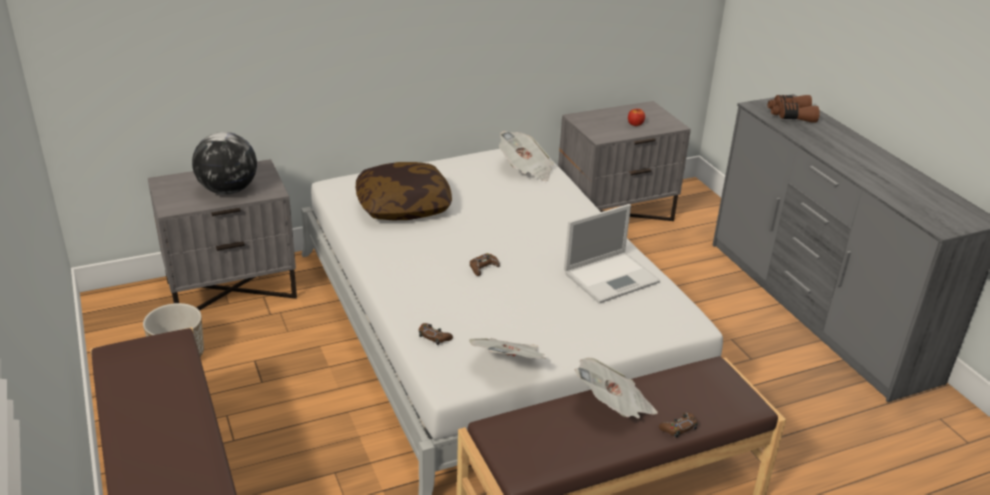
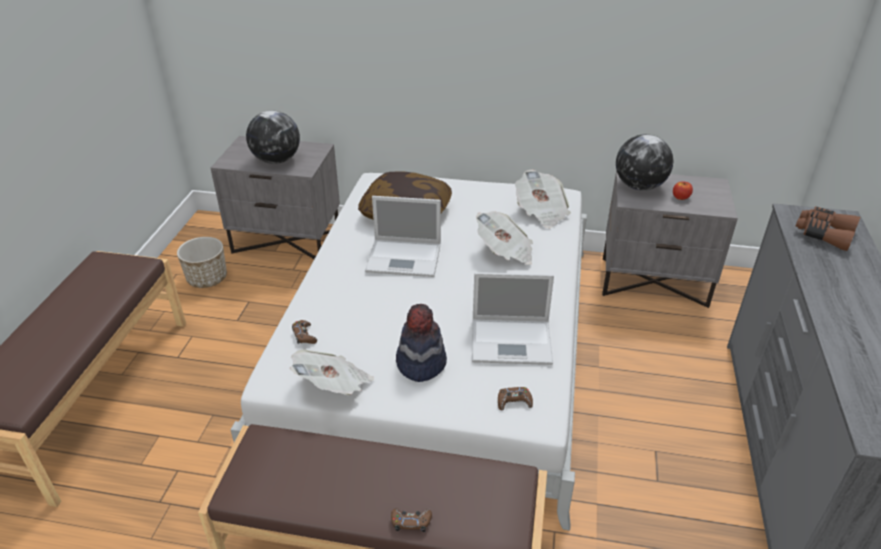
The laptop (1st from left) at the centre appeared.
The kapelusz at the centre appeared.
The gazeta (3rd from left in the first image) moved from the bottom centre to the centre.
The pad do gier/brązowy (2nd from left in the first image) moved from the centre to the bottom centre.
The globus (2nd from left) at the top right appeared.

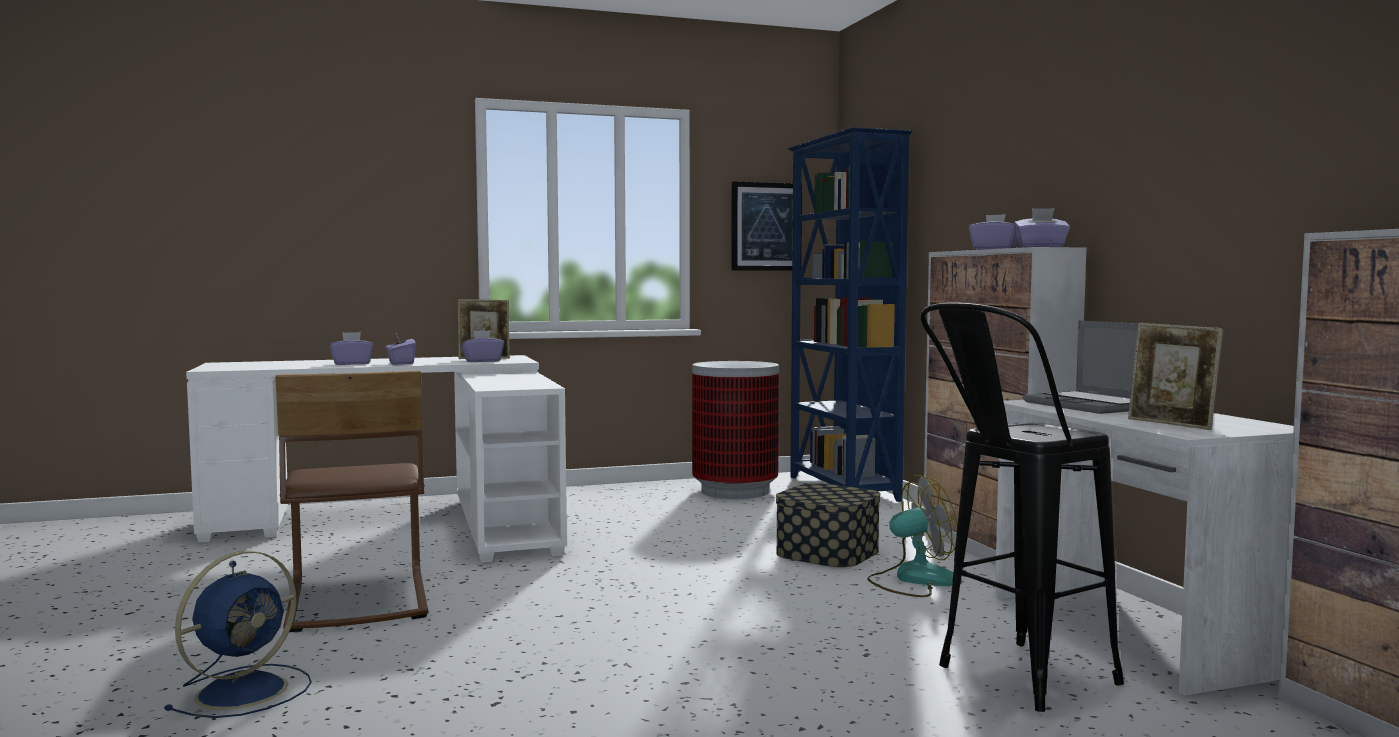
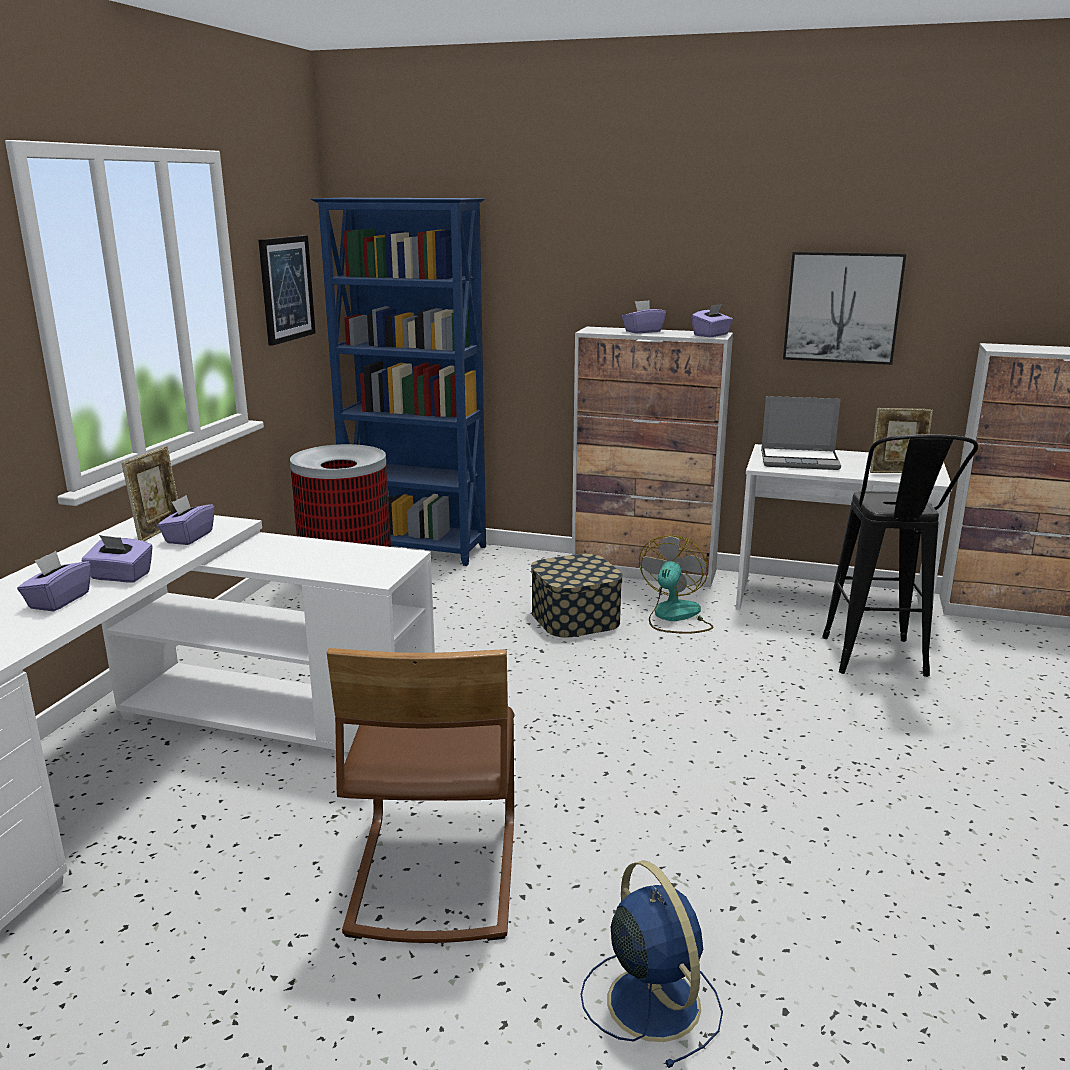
The krzesło/brązowy at the bottom left turned 75 degrees clockwise.
The obraz (2nd from left) at the top right appeared.

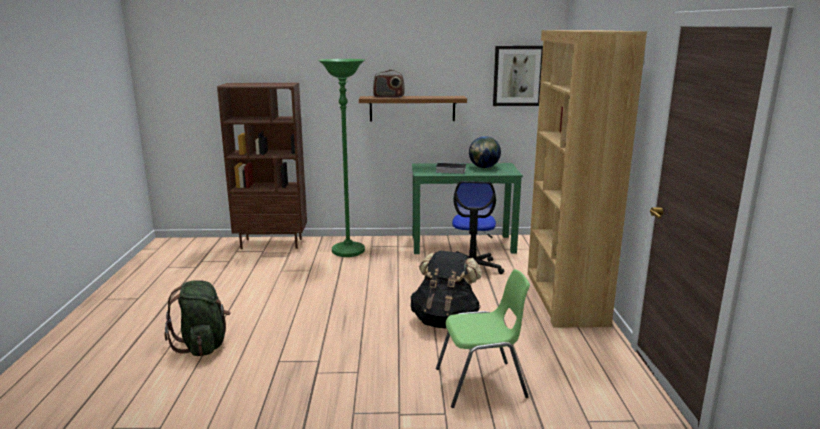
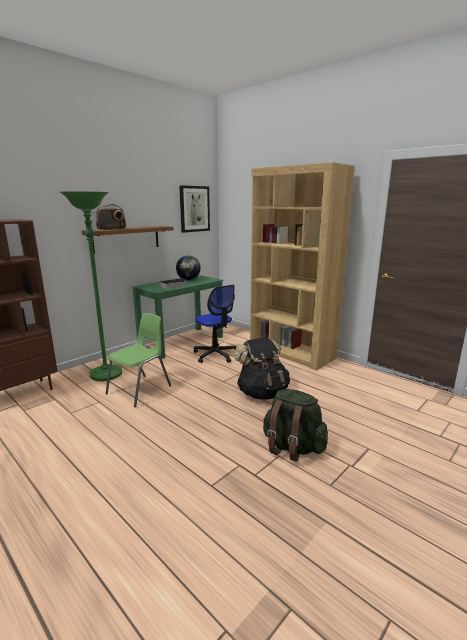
The krzesło/zielony moved from the bottom centre to the middle left.
The plecak/zielony moved from the bottom left to the centre.

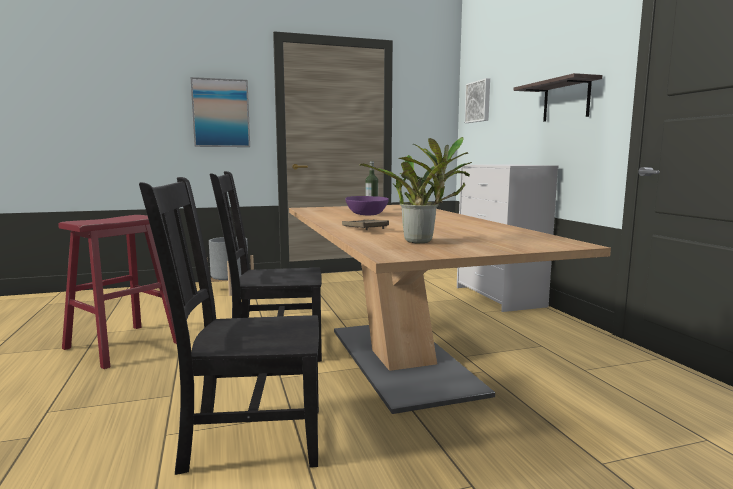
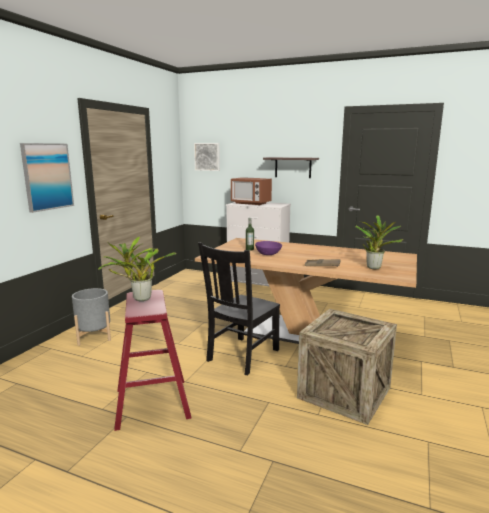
The roślina doniczkowa (1st from left) at the middle left appeared.
The mikrofalówka at the centre appeared.
The krzesło/czarny (1st from left) at the bottom left was replaced by the skrzynka at the bottom right.

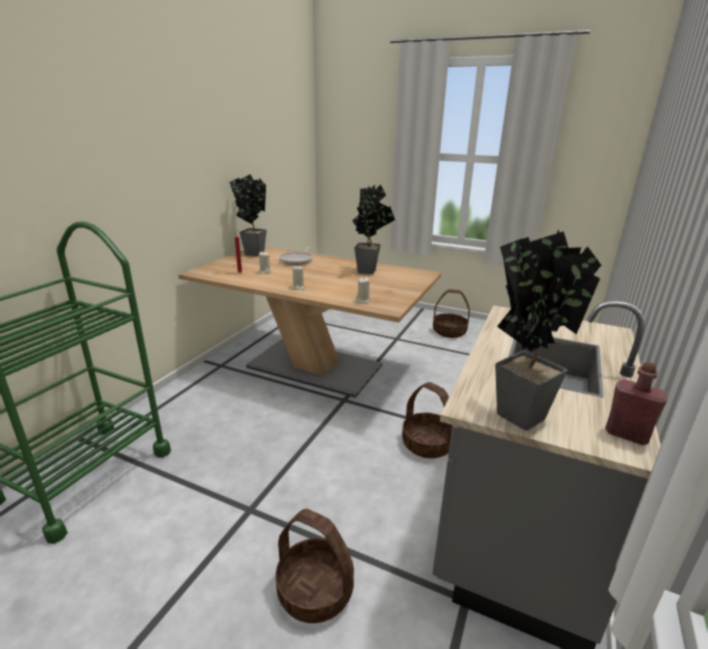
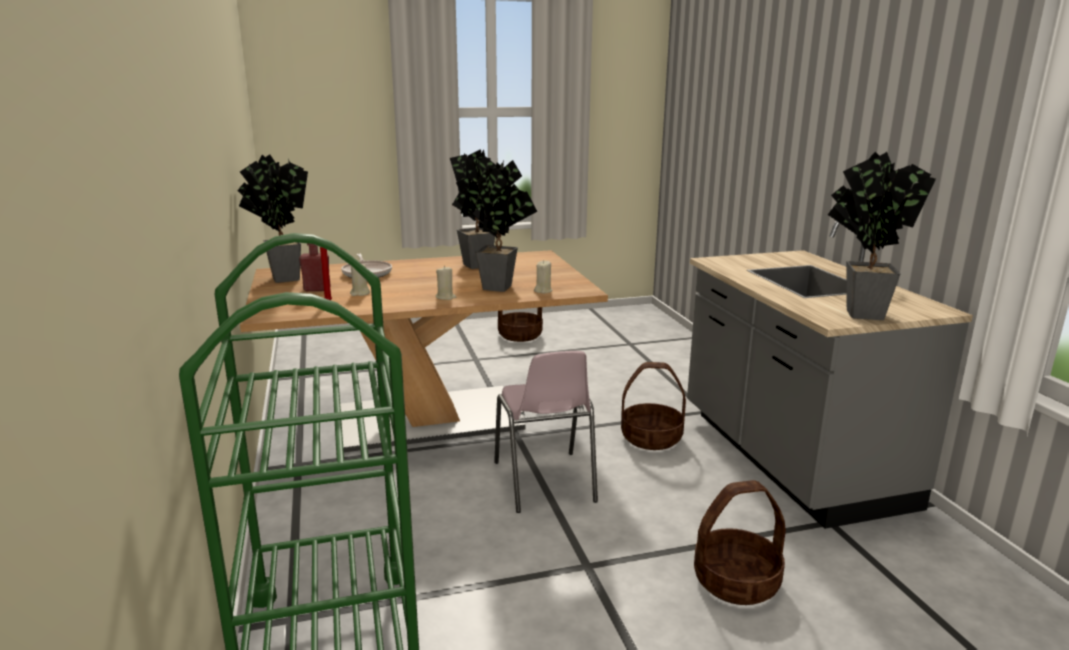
The butelka/czerwony moved from the middle right to the middle left.
The roślina doniczkowa (3rd from left) at the centre appeared.
The krzesło/różowy at the centre appeared.

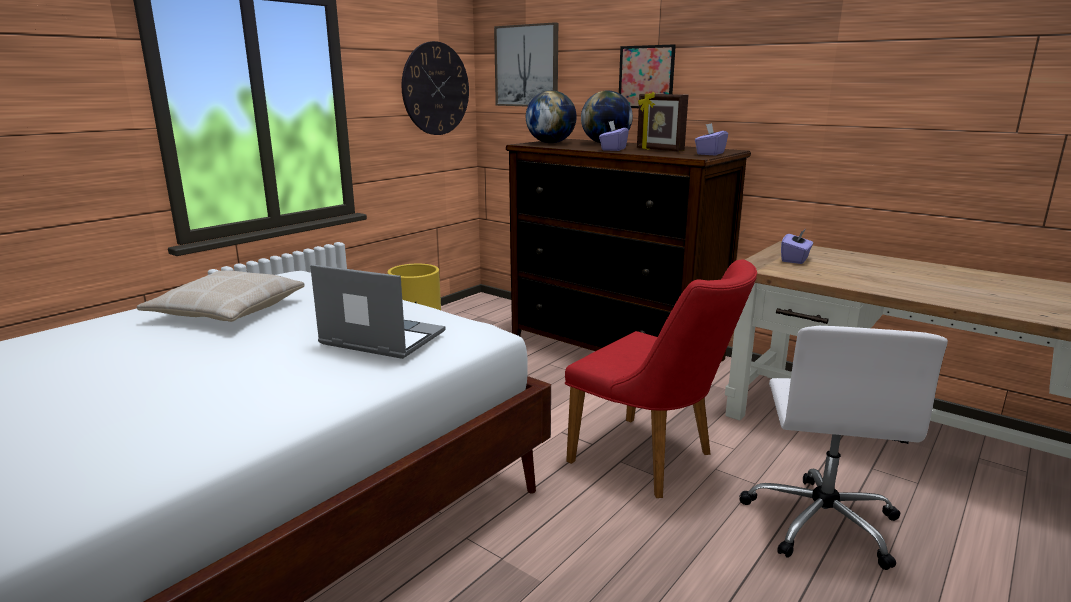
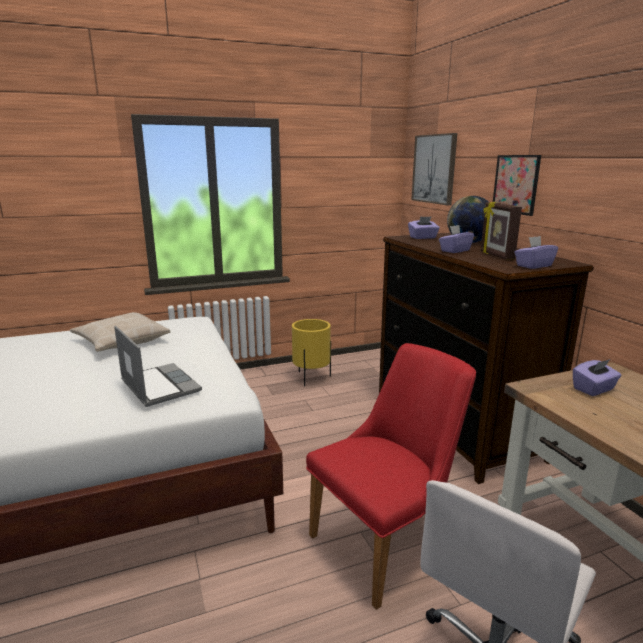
The krzesło/czerwony at the centre turned 105 degrees counterclockwise.
The globus (1st from left) at the top centre was replaced by the pudełko chusteczek/fioletowy (1st from left) at the centre.
The zegar ścienny at the top centre disappeared.

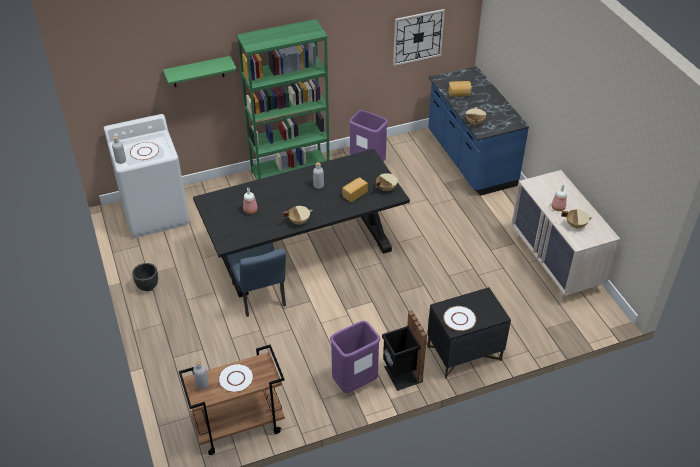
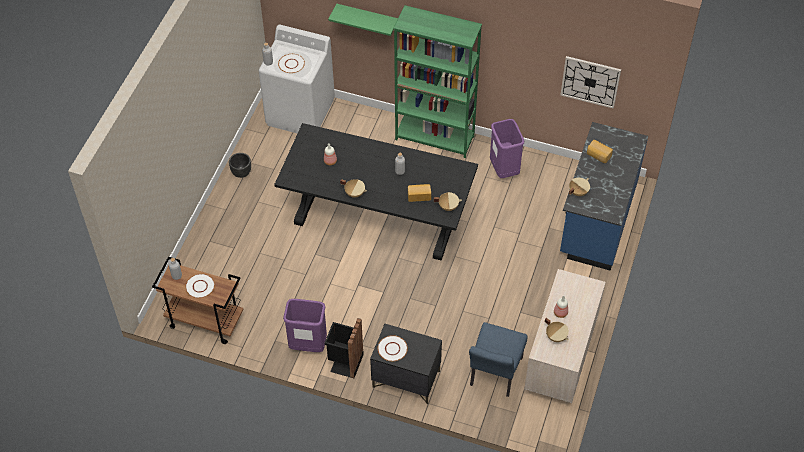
The krzesło/niebieski moved from the centre to the bottom centre.

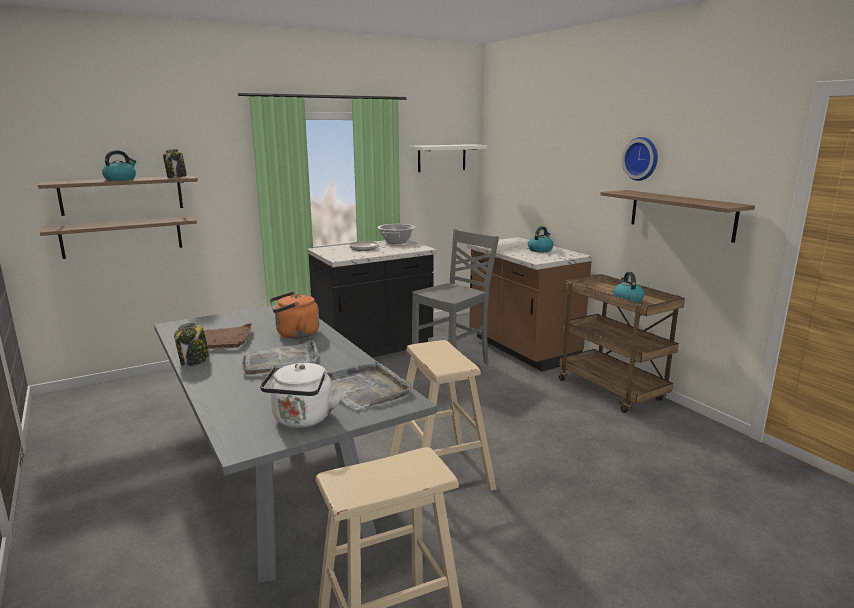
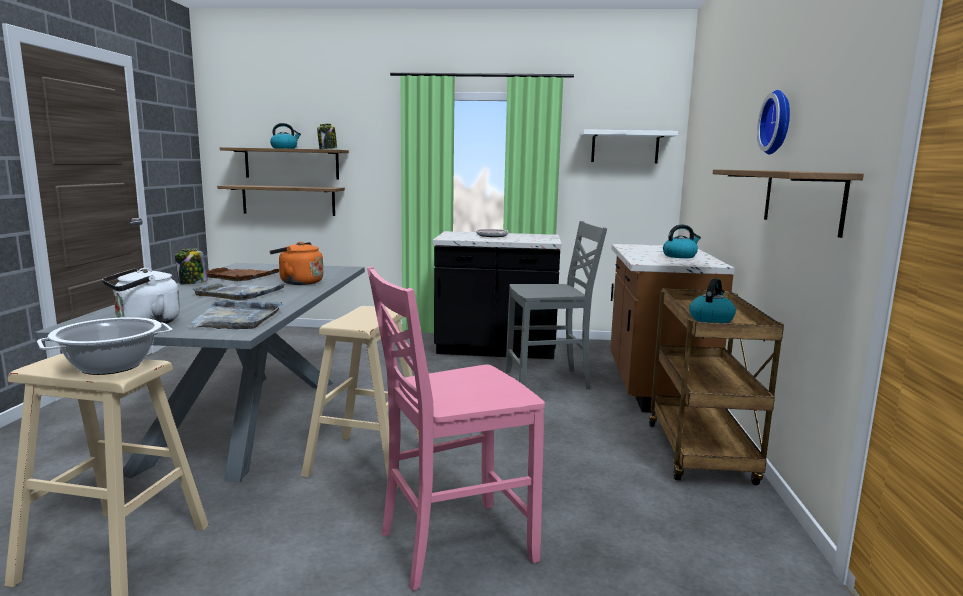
The garnek moved from the centre to the middle left.
The krzesło/różowy at the bottom centre appeared.

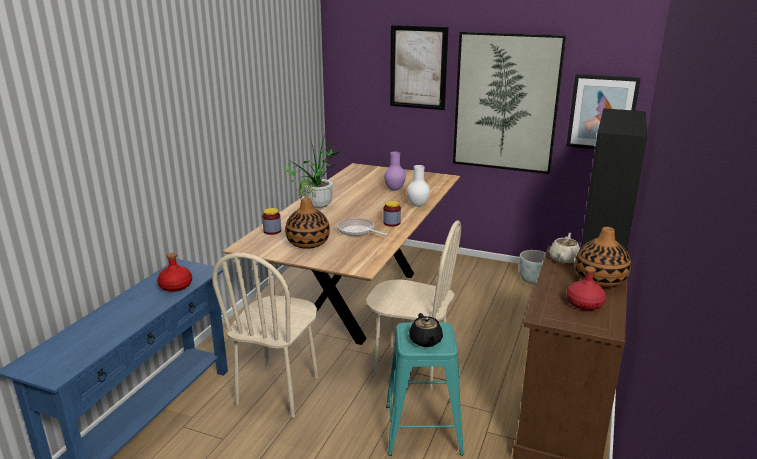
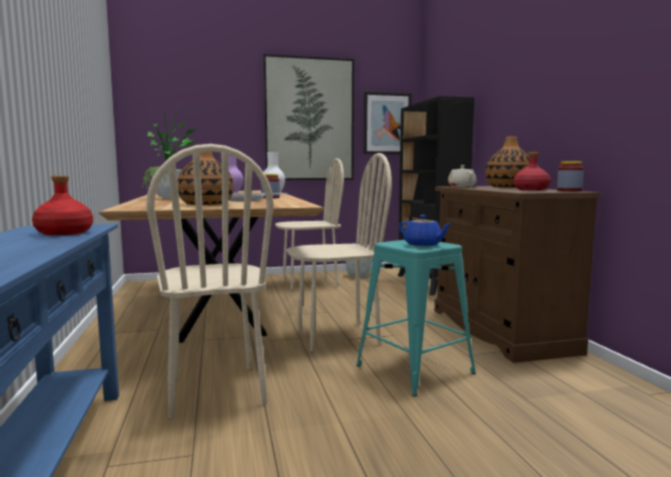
The krzesło/beżowy (2nd from left) at the centre appeared.
The imbryk/czarny at the bottom centre became the imbryk/niebieski at the centre.
The słoik (1st from left in the first image) moved from the centre to the middle right.
The obraz (1st from left) at the top centre disappeared.

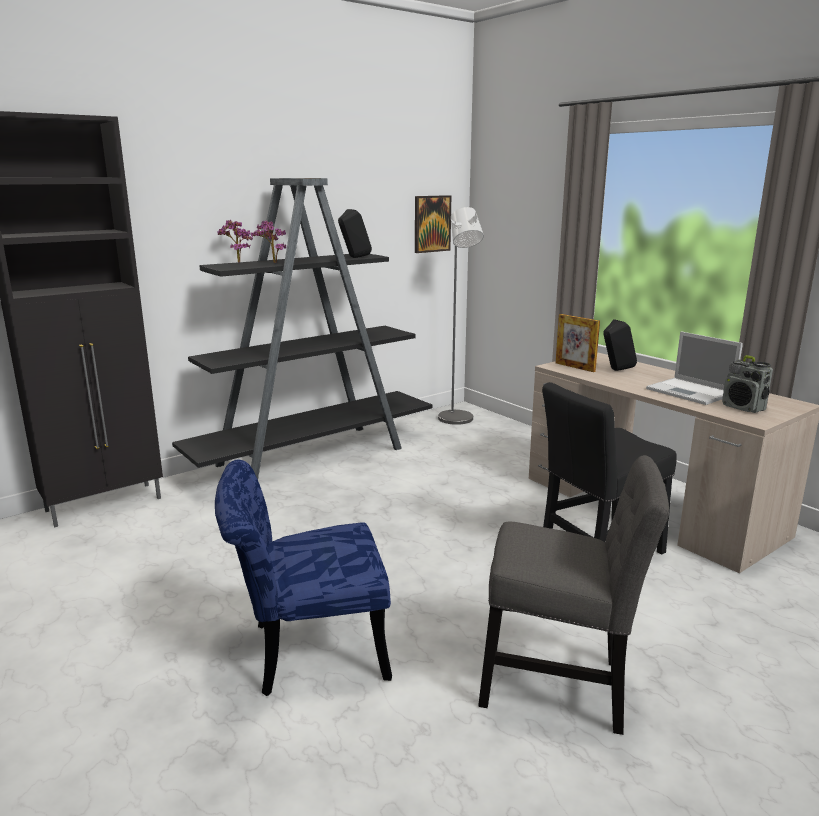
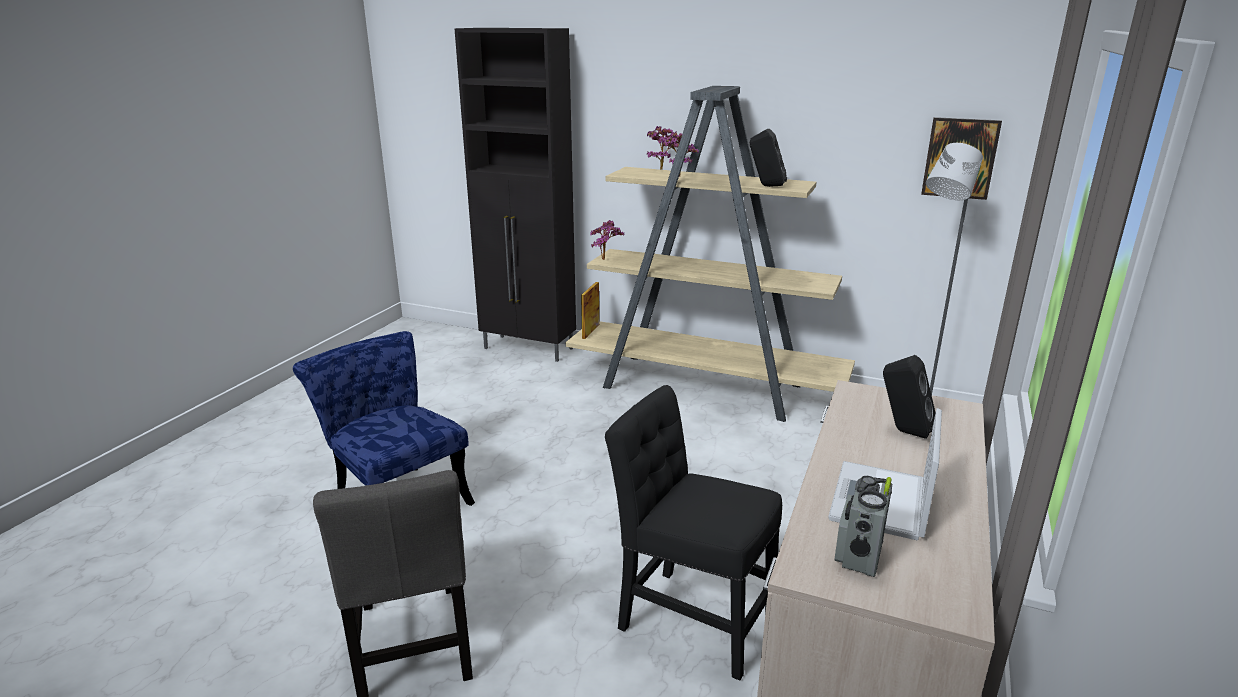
The regał/czarny at the centre became the regał/beżowy at the centre.
The ramka na zdjęcie moved from the middle right to the centre.
The roślina doniczkowa (1st from left) at the centre appeared.

